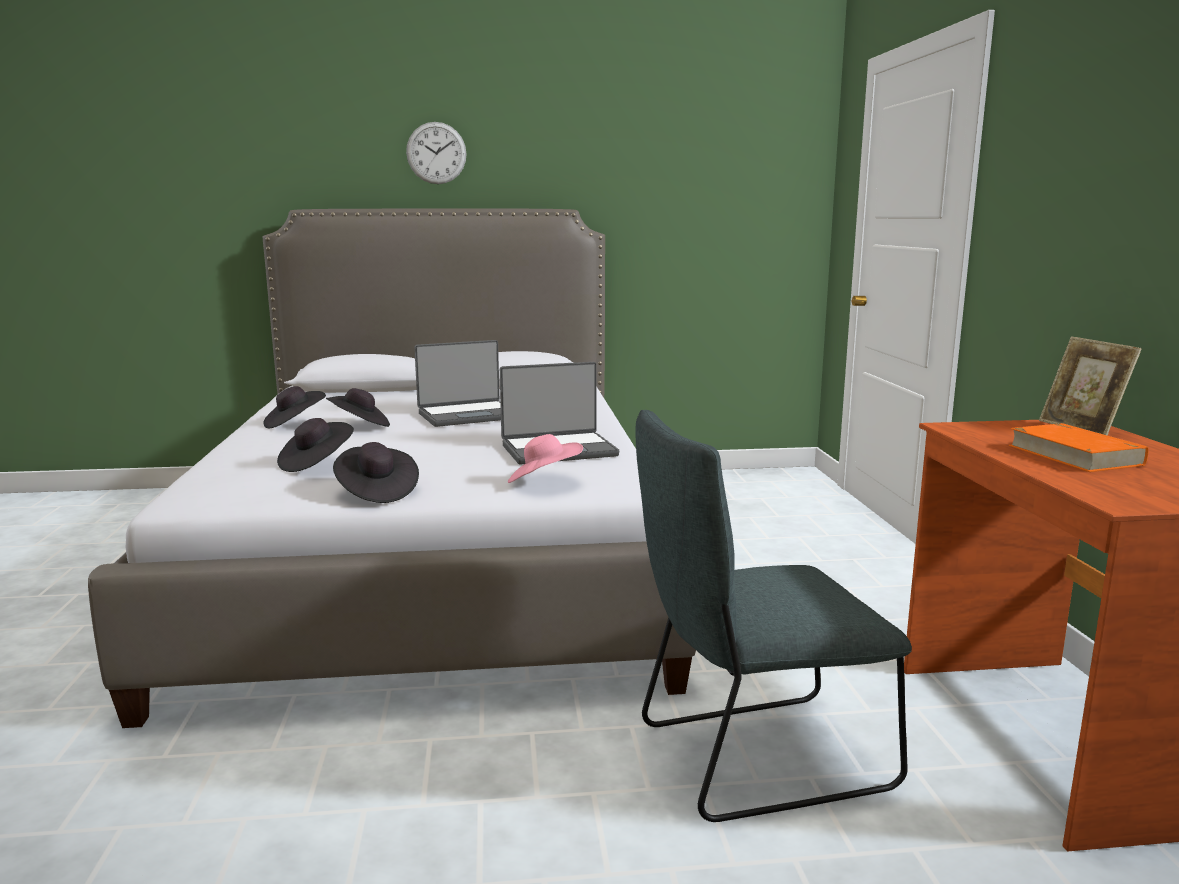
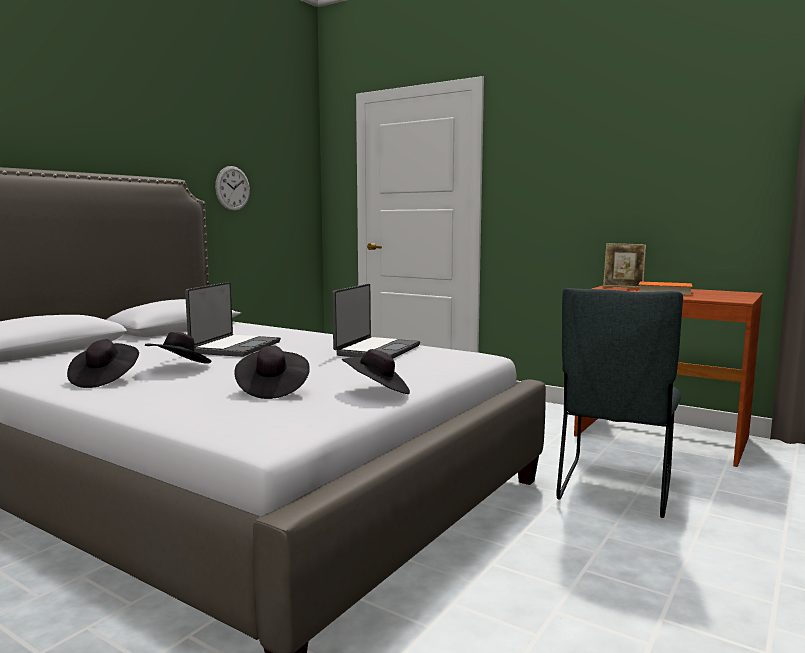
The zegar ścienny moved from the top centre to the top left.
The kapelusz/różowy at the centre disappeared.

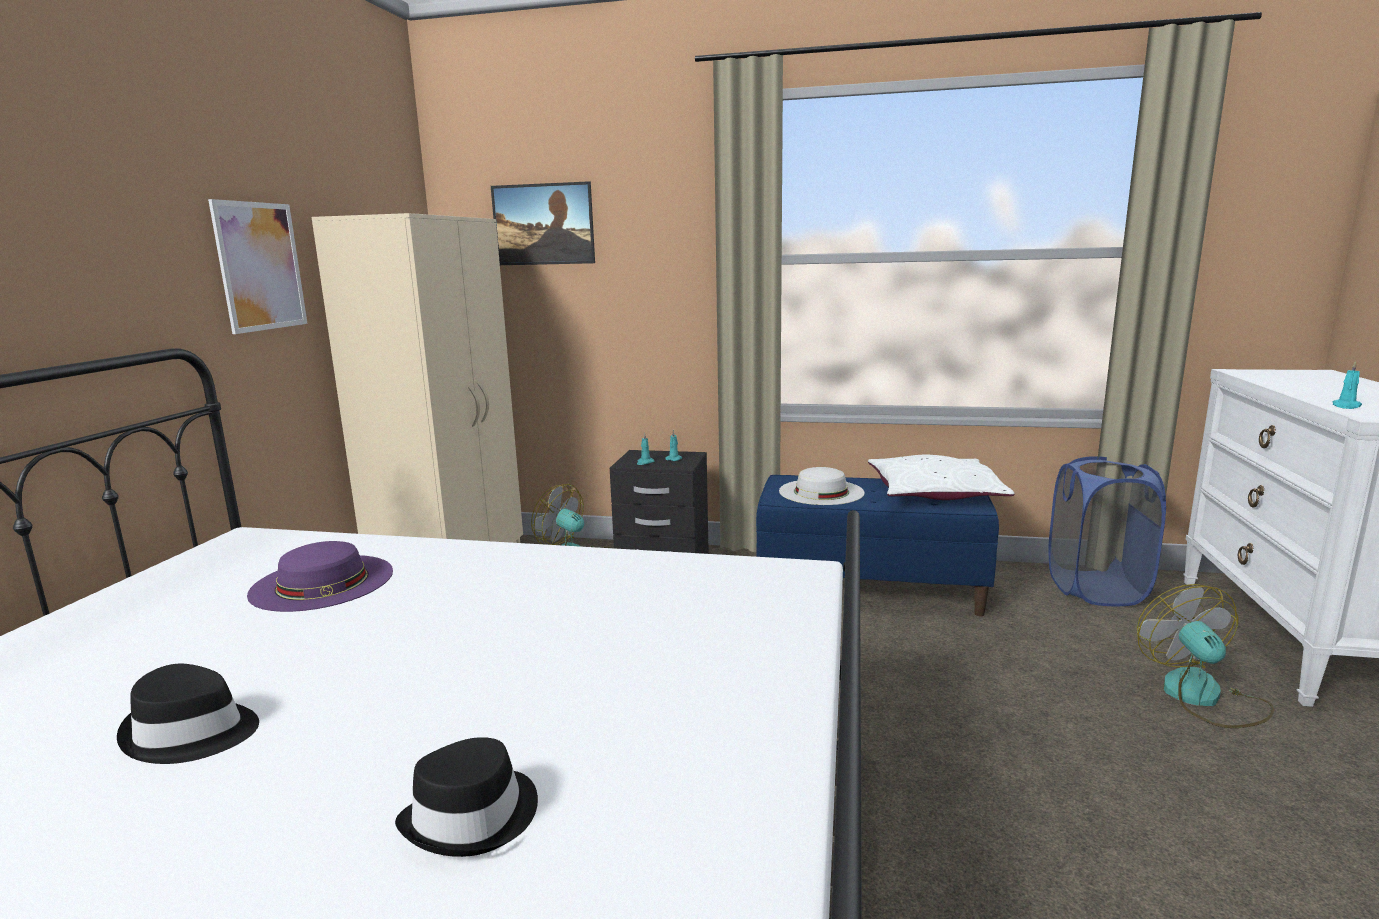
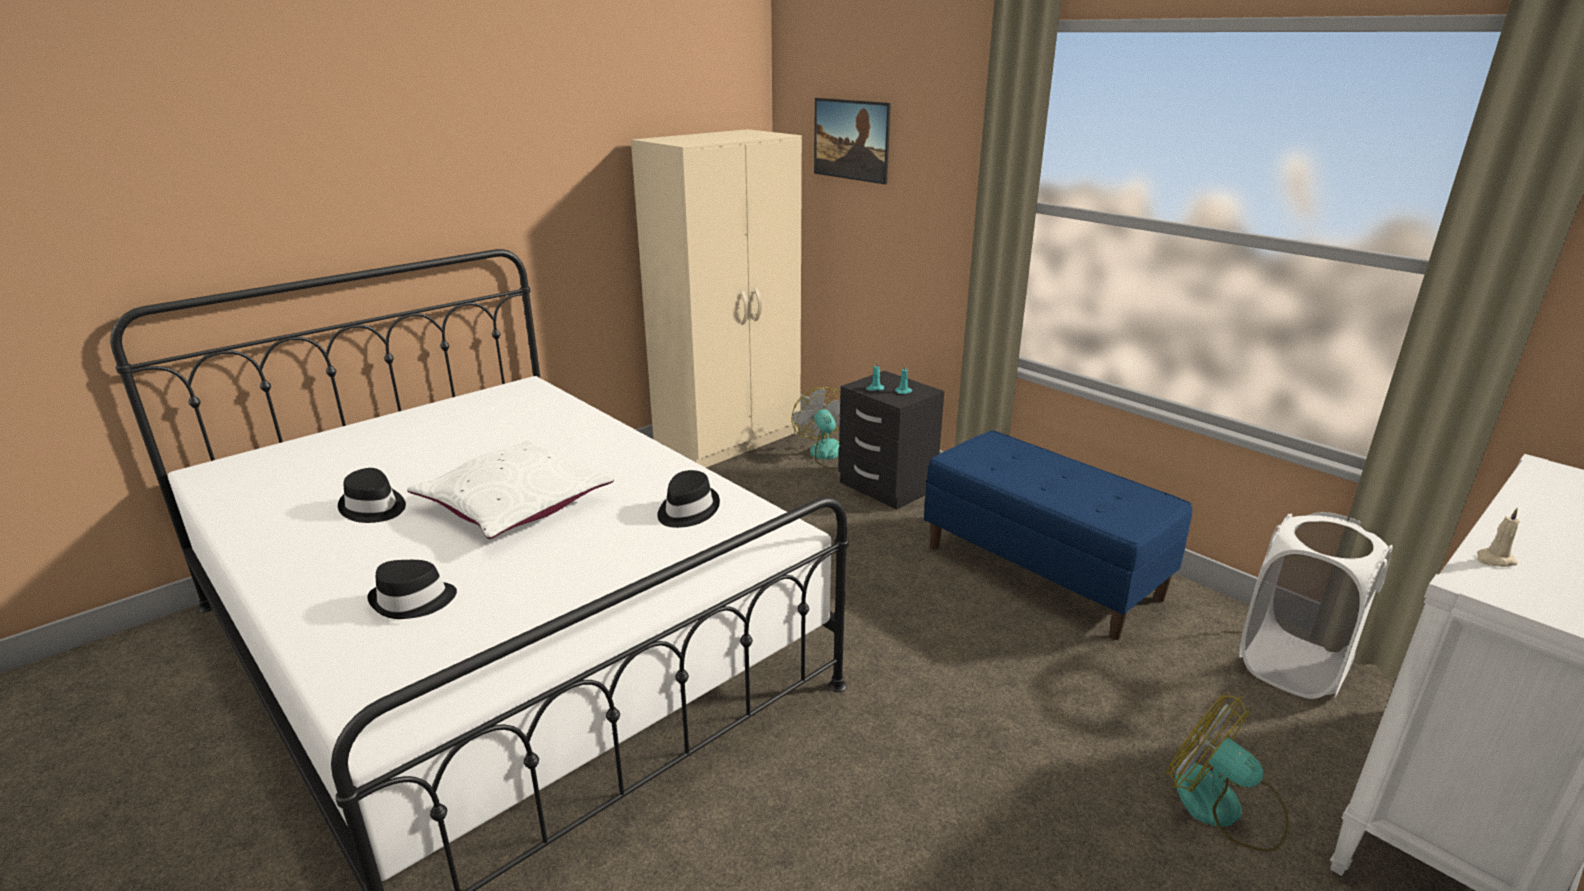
The poduszka/biały moved from the middle right to the middle left.
The kapelusz/czarny (3rd from left) at the centre appeared.
The wentylator (2nd from left) at the bottom right turned 75 degrees counterclockwise.
The kosz na pranie/niebieski at the middle right became the kosz na pranie/biały at the bottom right.
The świeca/turkusowy (3rd from left) at the middle right became the świeca/beżowy at the middle right.
The obraz (1st from left) at the top left disappeared.
The kapelusz/fioletowy at the middle left disappeared.
The kapelusz/biały at the centre disappeared.

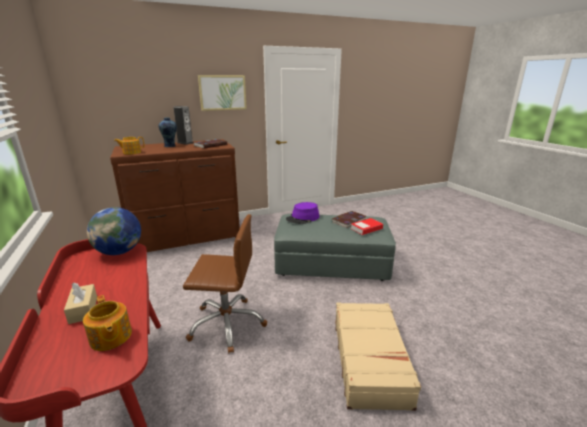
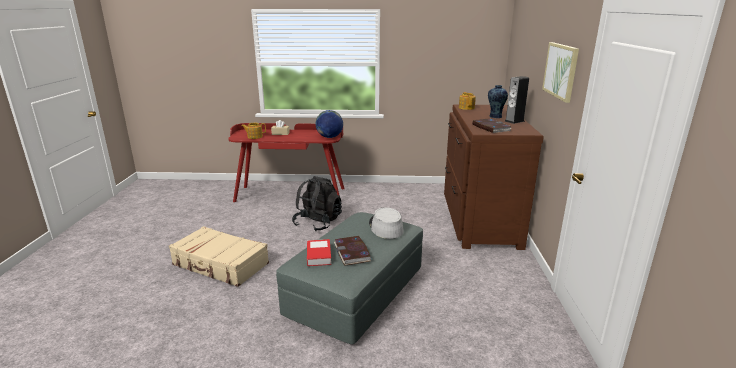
The krzesło biurowe/brązowy at the centre was replaced by the plecak/czarny at the centre.
The kapelusz/fioletowy at the centre became the kapelusz/szary at the centre.

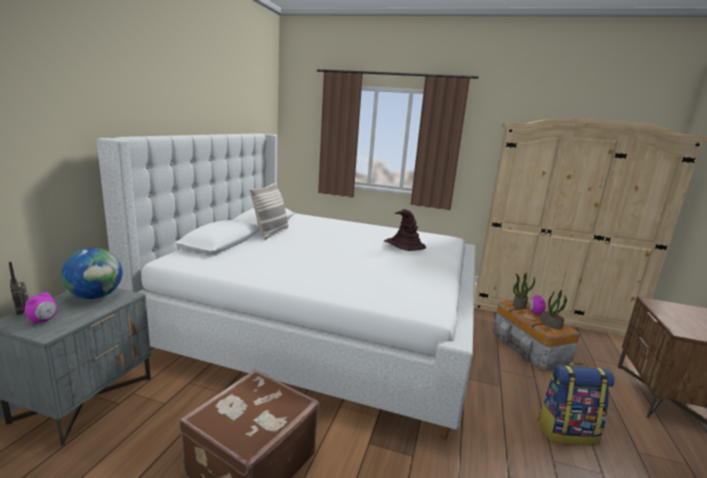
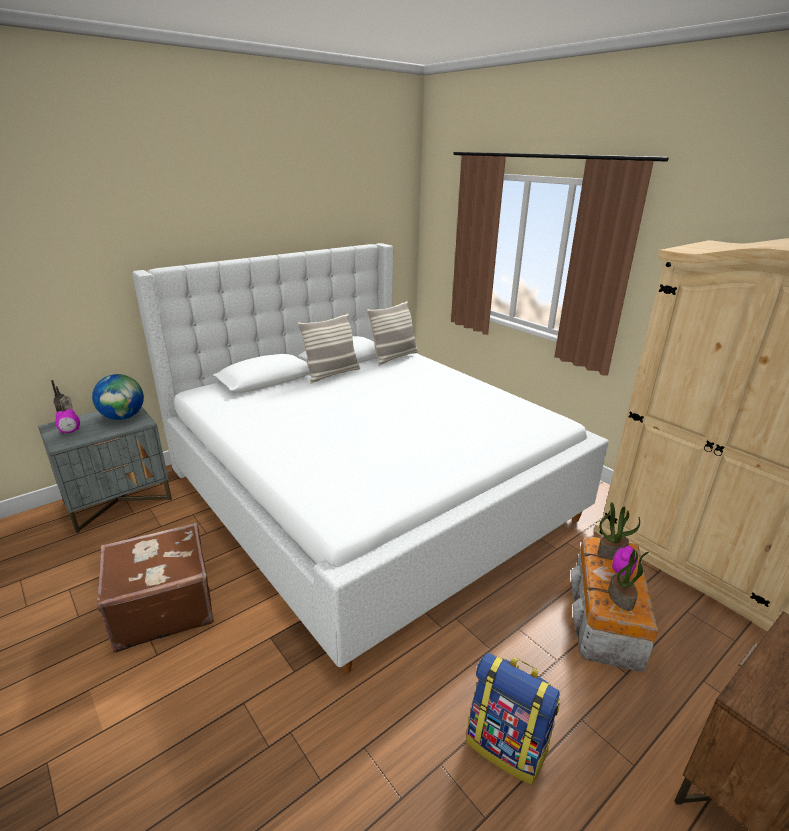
The poduszka (2nd from left) at the centre appeared.
The kapelusz/brązowy at the centre disappeared.

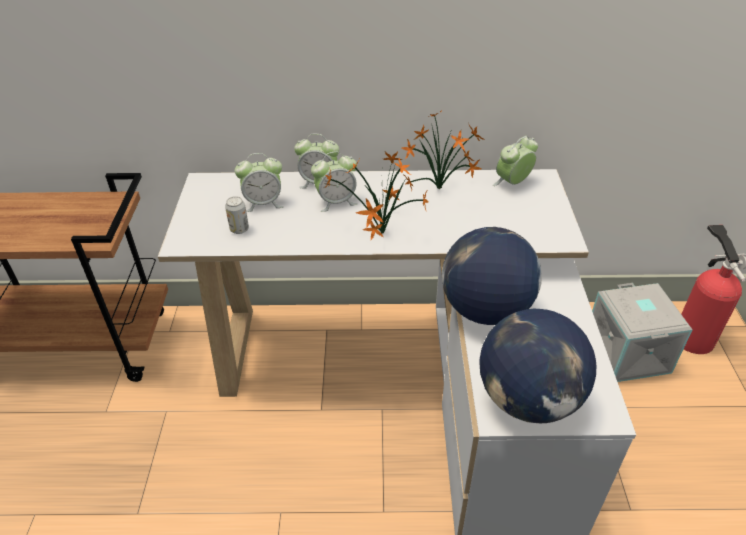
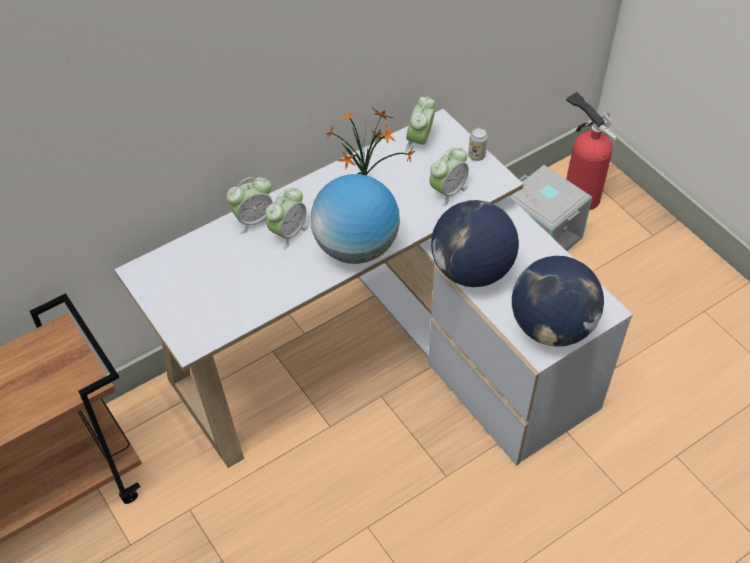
The roślina doniczkowa (1st from left) at the centre was replaced by the globus (1st from left) at the centre.
The budzik (1st from left in the first image) moved from the centre to the top centre.
The puszka moved from the middle left to the top centre.

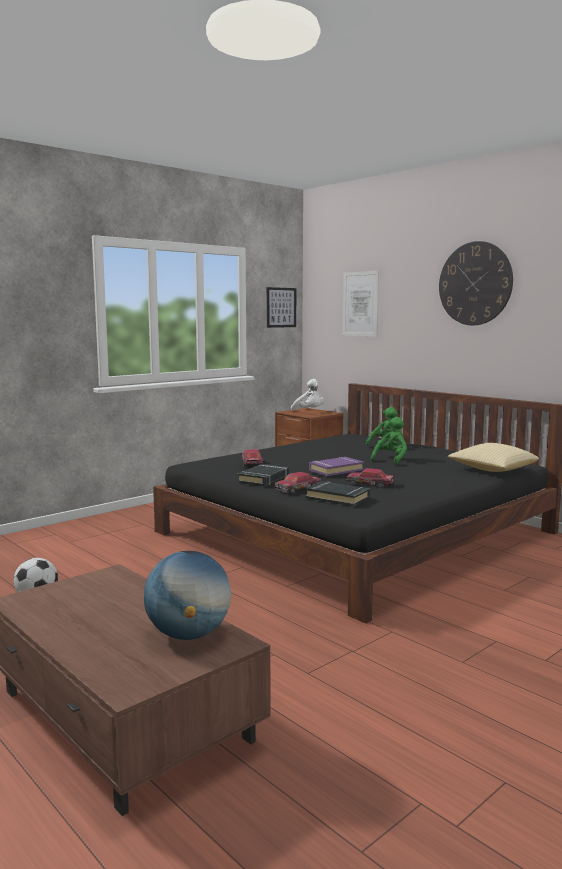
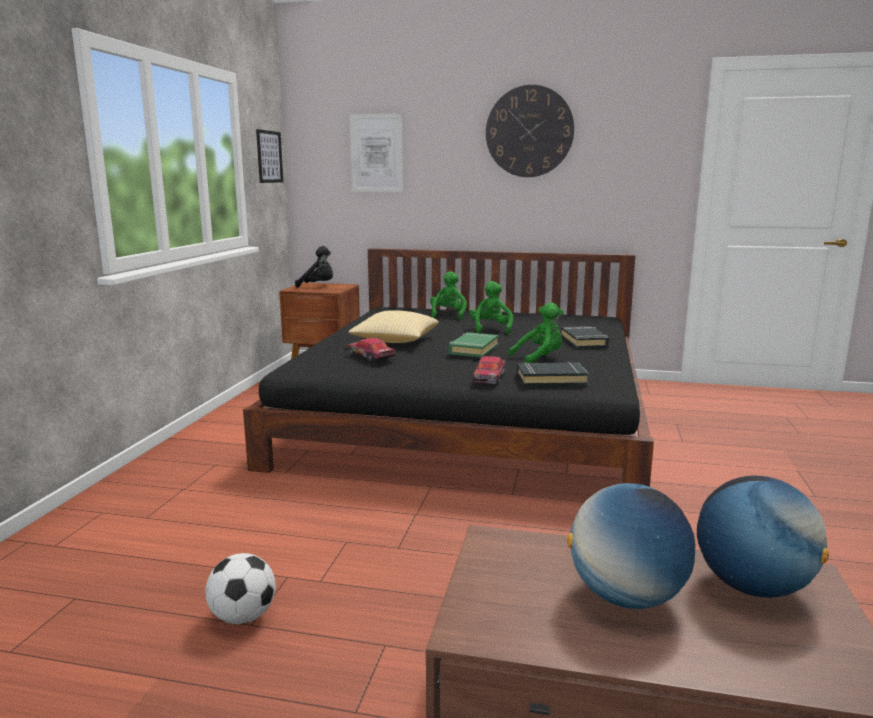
The pluszak/biały at the centre became the pluszak/czarny at the centre.
The poduszka moved from the middle right to the centre.
The książka/fioletowy at the centre became the książka/zielony at the centre.
The samochodzik (3rd from left) at the centre was replaced by the pluszak/zielony (3rd from left) at the centre.
The książka/czarny (1st from left in the first image) moved from the centre to the middle right.
The globus (1st from left) at the bottom right appeared.

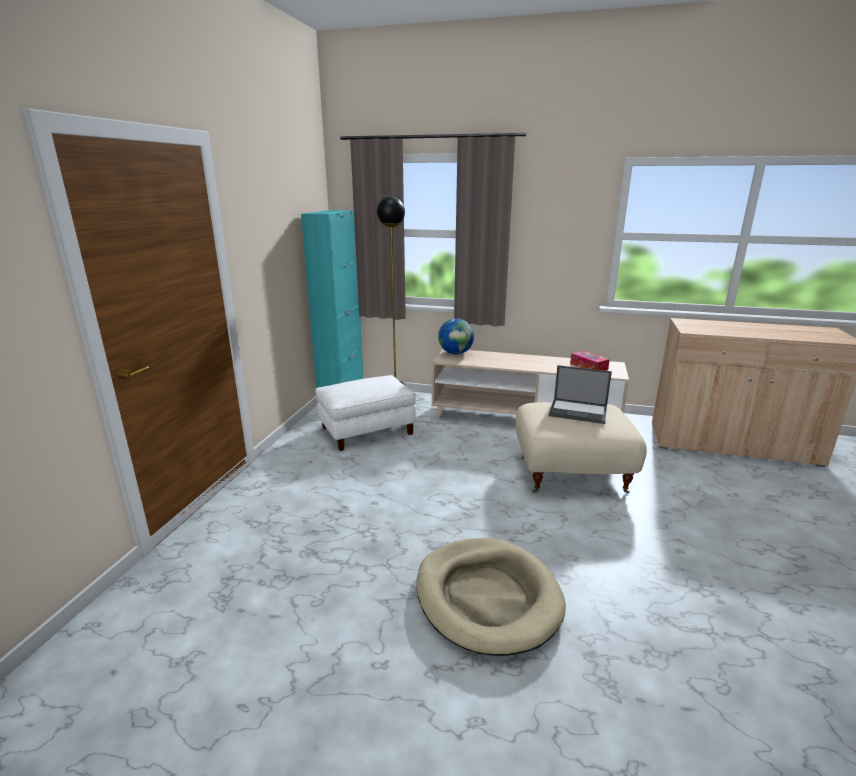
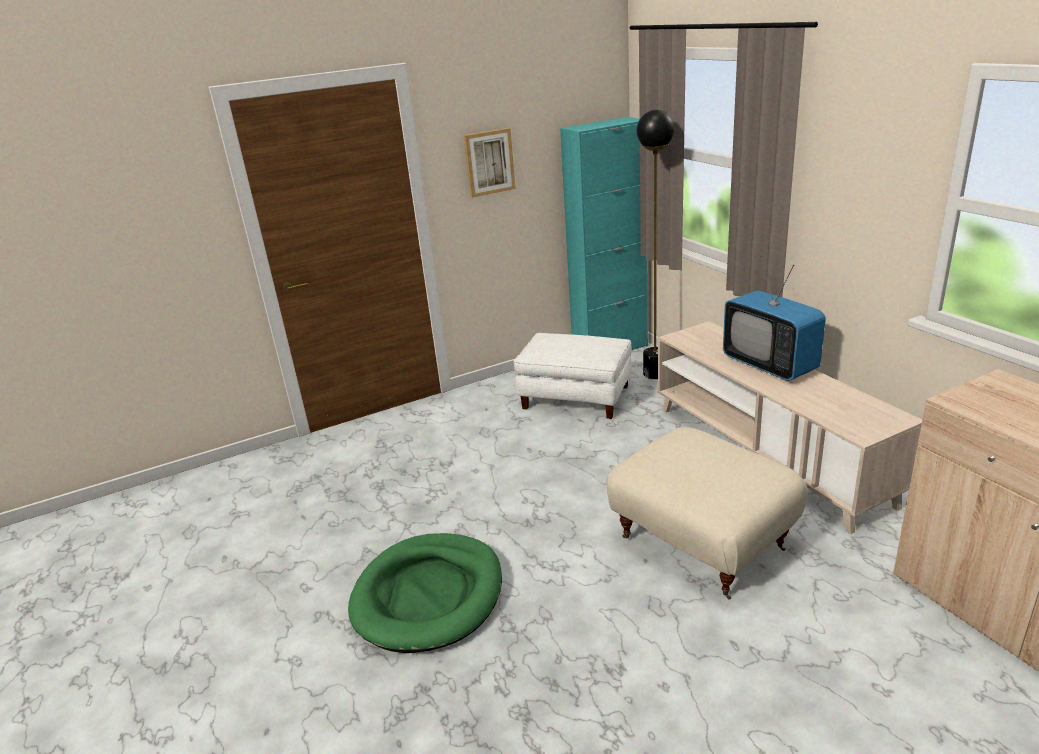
The legowisko/beżowy at the bottom centre became the legowisko/zielony at the bottom centre.
The obraz at the top centre appeared.
The telewizor at the middle right appeared.
The globus at the centre disappeared.
The laptop at the middle right disappeared.
The pudełko chusteczek at the middle right disappeared.

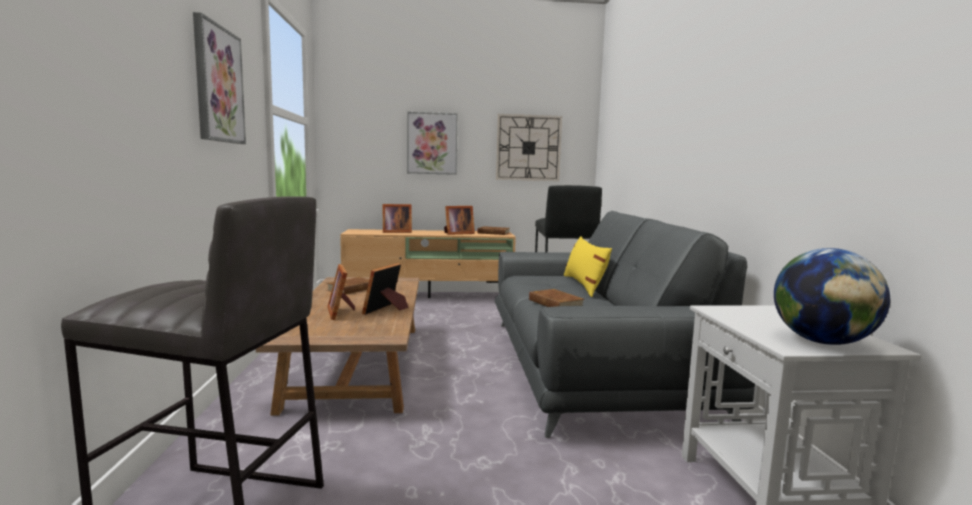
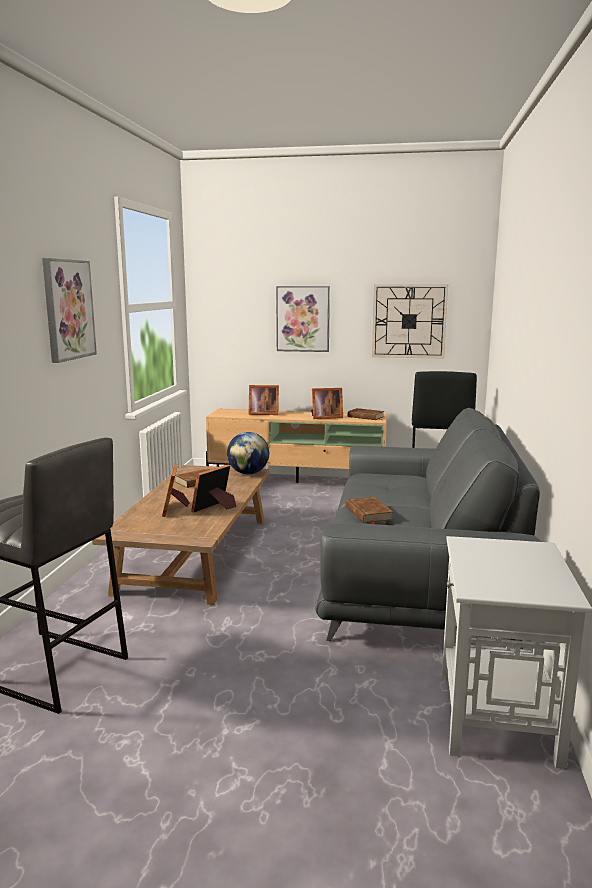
The globus moved from the middle right to the centre.
The poduszka/żółty at the centre disappeared.

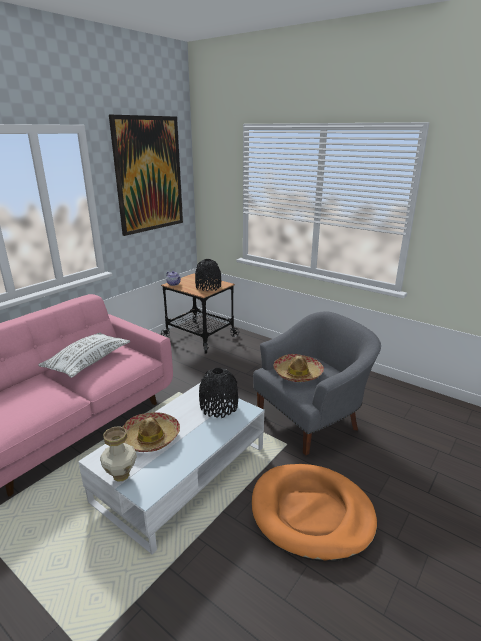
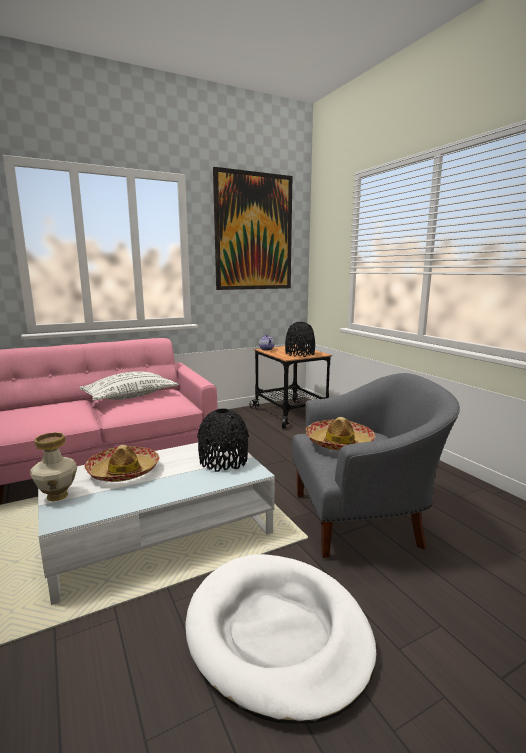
The legowisko/pomarańczowy at the bottom centre became the legowisko/biały at the bottom centre.

